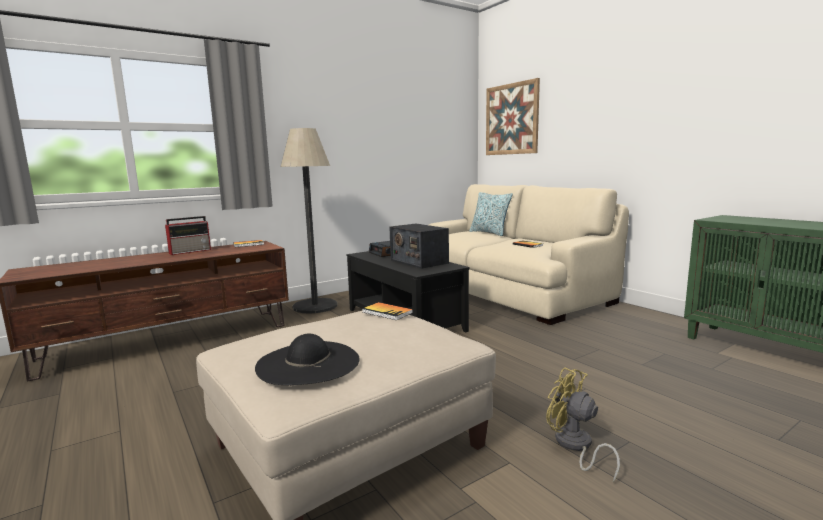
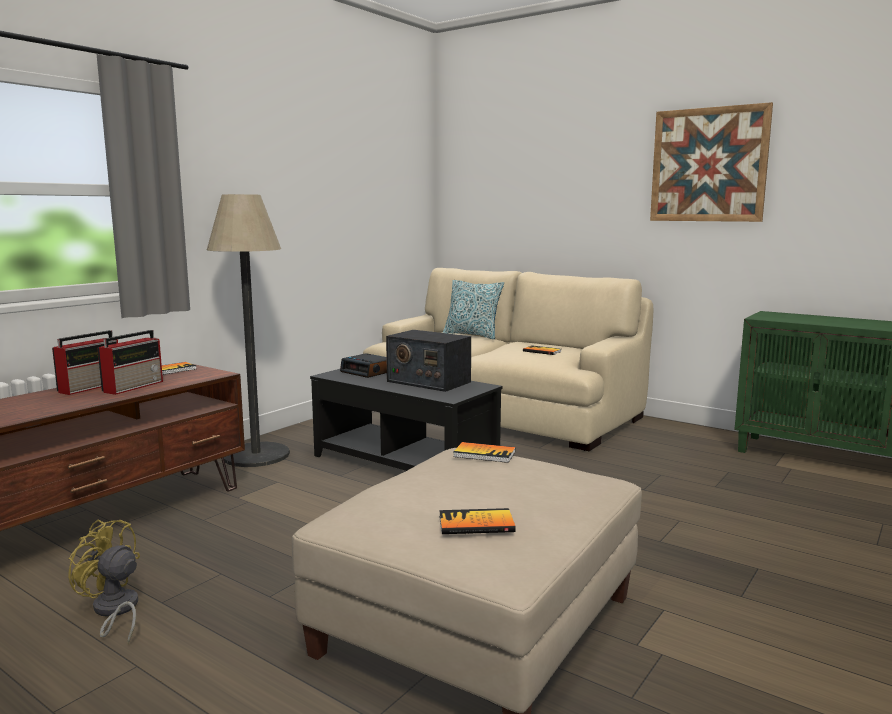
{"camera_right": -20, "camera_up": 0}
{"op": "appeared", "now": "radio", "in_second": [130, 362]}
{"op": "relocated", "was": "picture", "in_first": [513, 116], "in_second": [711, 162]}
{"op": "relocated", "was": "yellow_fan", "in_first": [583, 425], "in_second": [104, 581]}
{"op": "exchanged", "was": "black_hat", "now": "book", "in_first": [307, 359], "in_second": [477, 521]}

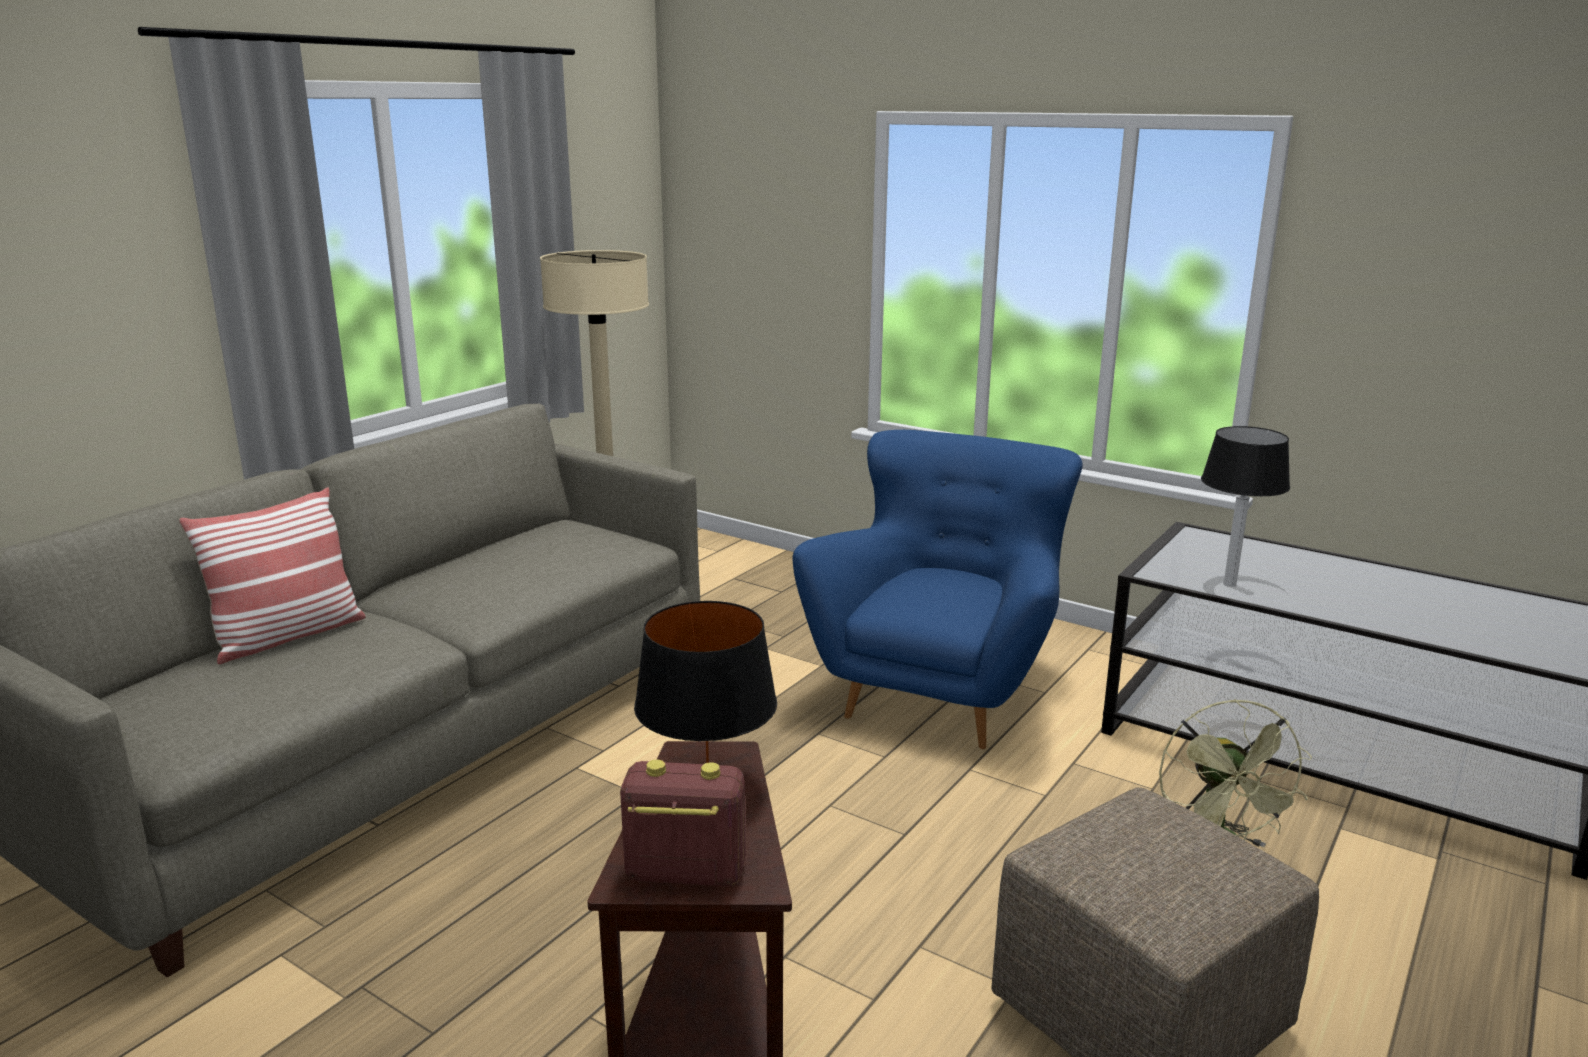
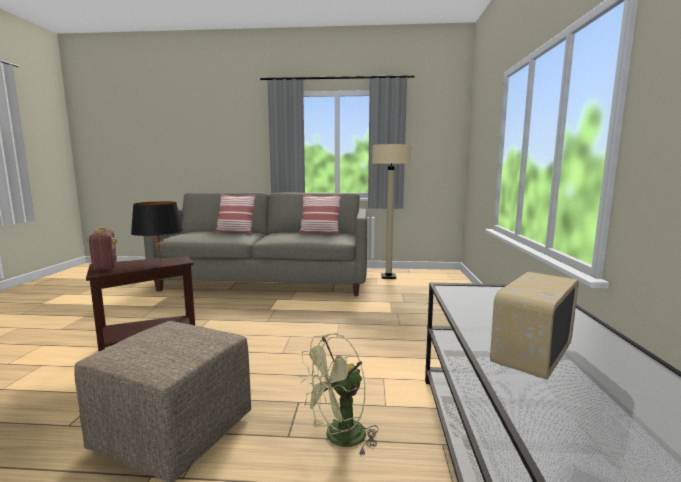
{"camera_right": 60, "camera_up": -10}
{"op": "missing", "was": "blue_armchair", "in_first": [938, 589]}
{"op": "missing", "was": "table_lamp", "in_first": [1245, 506]}
{"op": "appeared", "now": "pillow", "in_second": [320, 214]}
{"op": "appeared", "now": "radio", "in_second": [534, 326]}

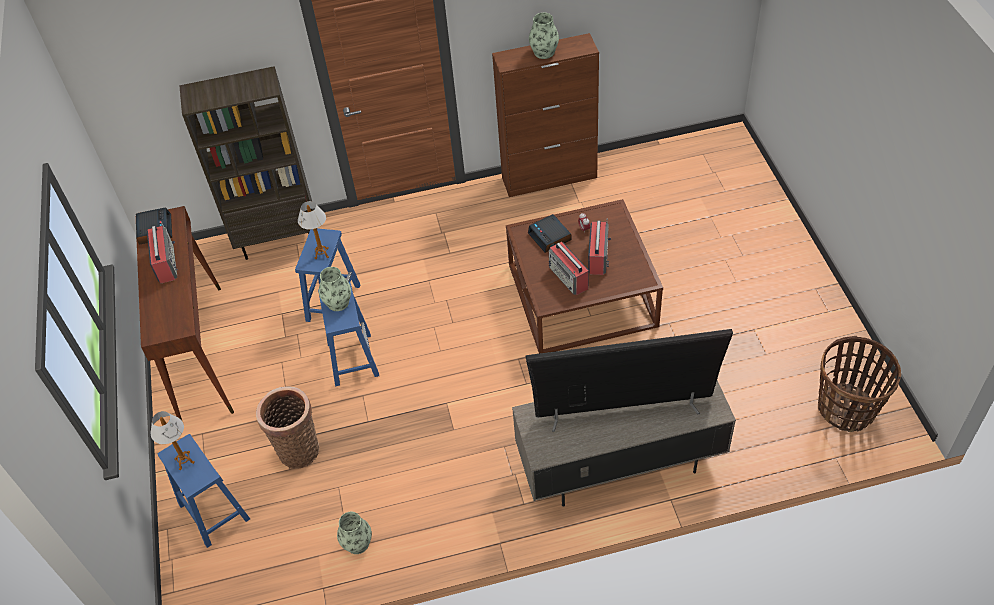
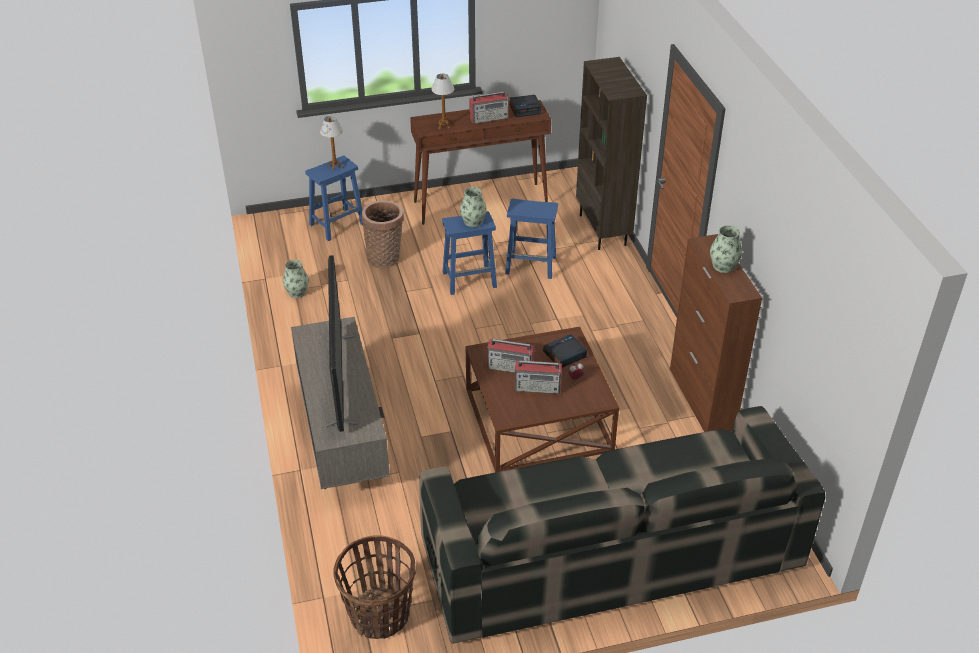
{"camera_right": 85, "camera_up": -10}
{"op": "appeared", "now": "sofa", "in_second": [622, 525]}
{"op": "relocated", "was": "table_lamp", "in_first": [313, 230], "in_second": [442, 101]}
{"op": "spun", "was": "radio", "in_first": [568, 268], "in_second": [511, 356], "clockwise": -135}

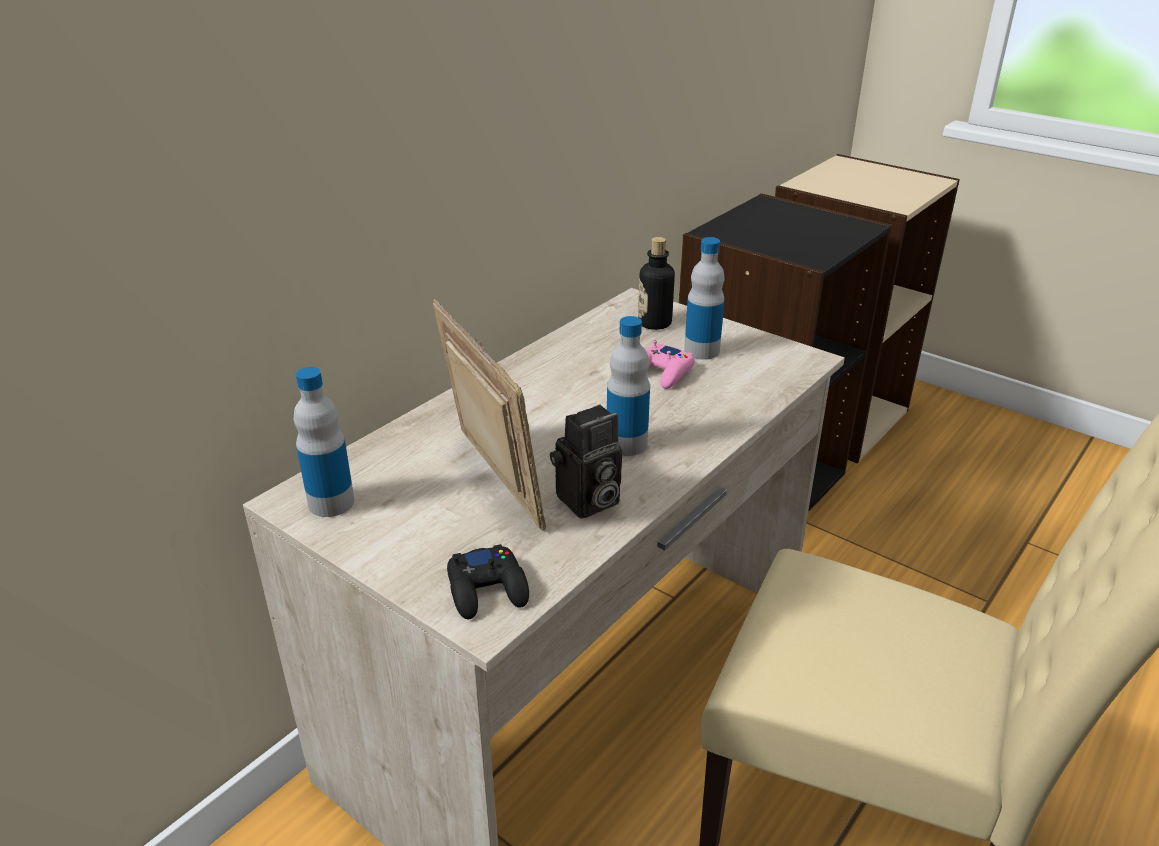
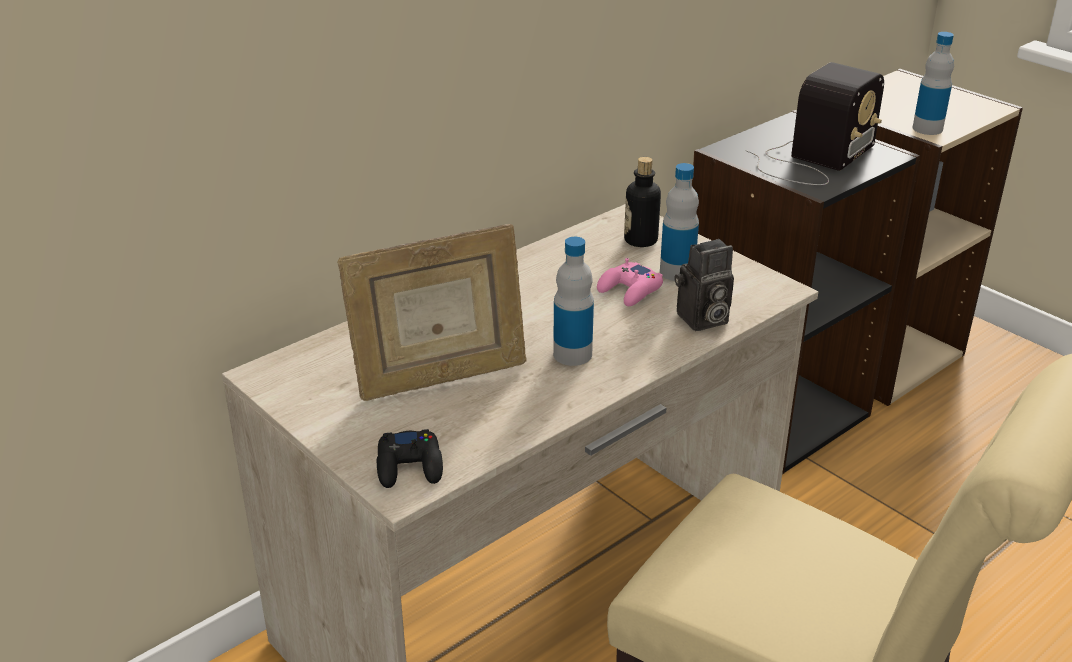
{"camera_right": 10, "camera_up": 0}
{"op": "appeared", "now": "radio", "in_second": [815, 123]}
{"op": "relocated", "was": "bottle", "in_first": [324, 442], "in_second": [933, 83]}
{"op": "relocated", "was": "photo_camera", "in_first": [586, 461], "in_second": [704, 285]}
{"op": "spun", "was": "picture_frame", "in_first": [489, 415], "in_second": [431, 312], "clockwise": 90}

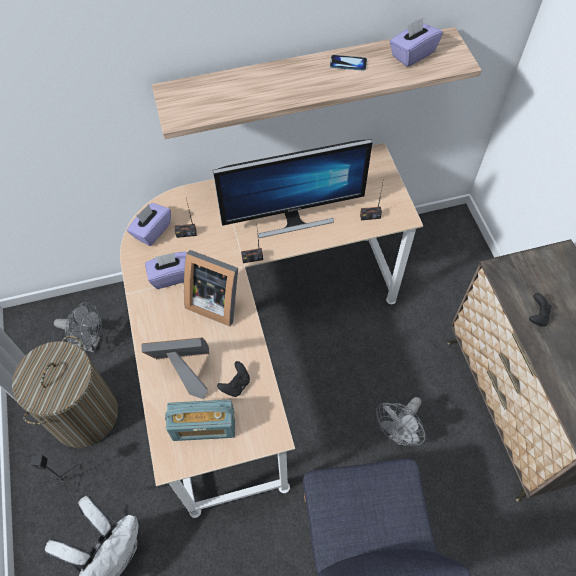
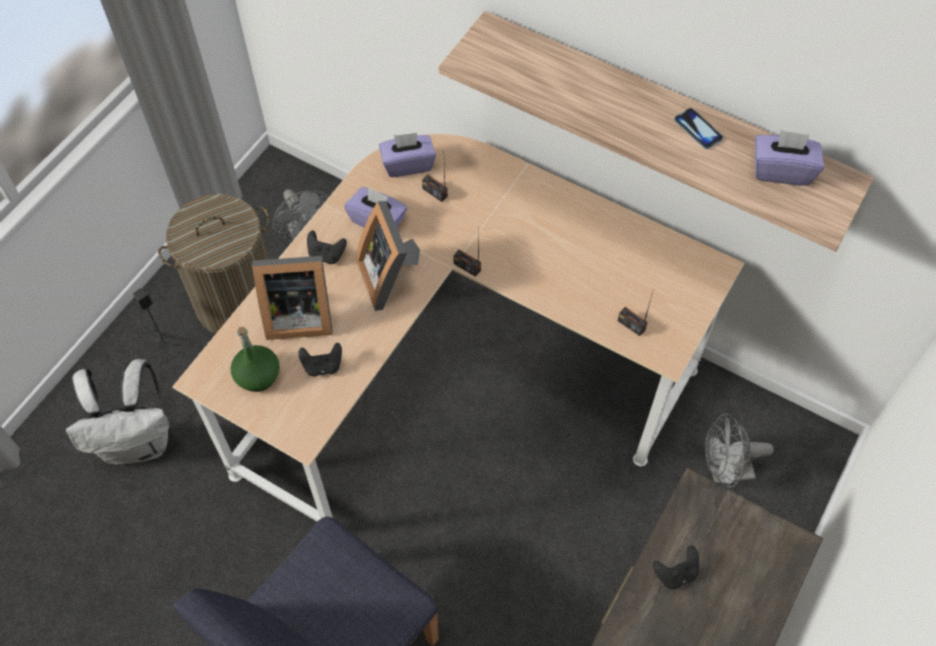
{"camera_right": 45, "camera_up": 0}
{"op": "missing", "was": "monitor", "in_first": [292, 188]}
{"op": "appeared", "now": "black_game_controller", "in_second": [327, 247]}
{"op": "relocated", "was": "grey_fan", "in_first": [401, 421], "in_second": [739, 450]}
{"op": "exchanged", "was": "radio", "now": "green_bottle", "in_first": [200, 420], "in_second": [255, 359]}
{"op": "spun", "was": "picture_frame", "in_first": [175, 368], "in_second": [292, 298], "clockwise": 135}

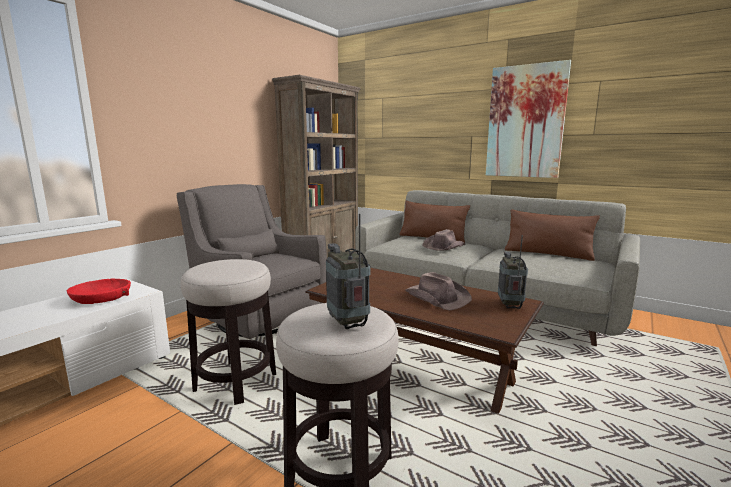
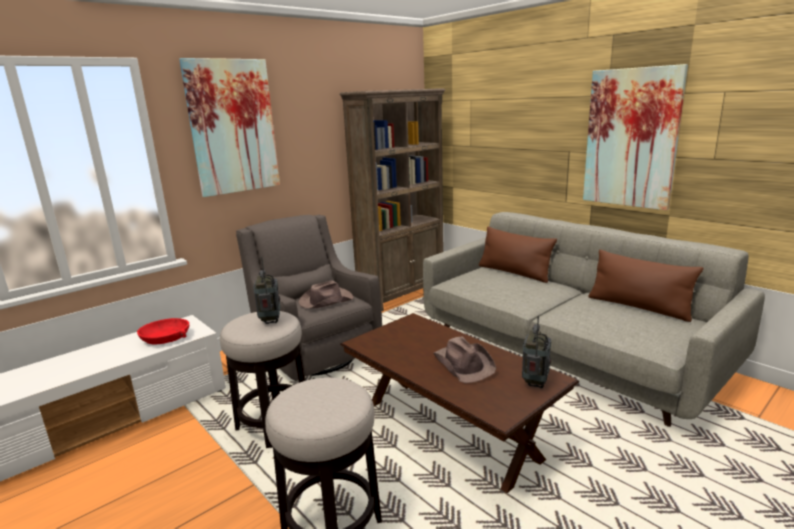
{"camera_right": 15, "camera_up": 5}
{"op": "appeared", "now": "picture", "in_second": [229, 127]}
{"op": "relocated", "was": "radio", "in_first": [348, 271], "in_second": [266, 290]}
{"op": "relocated", "was": "brown_hat", "in_first": [444, 240], "in_second": [326, 294]}

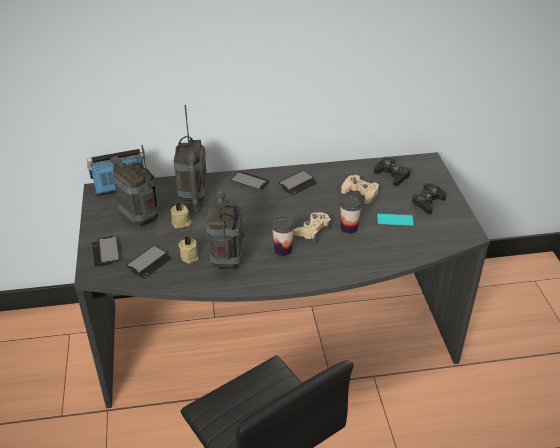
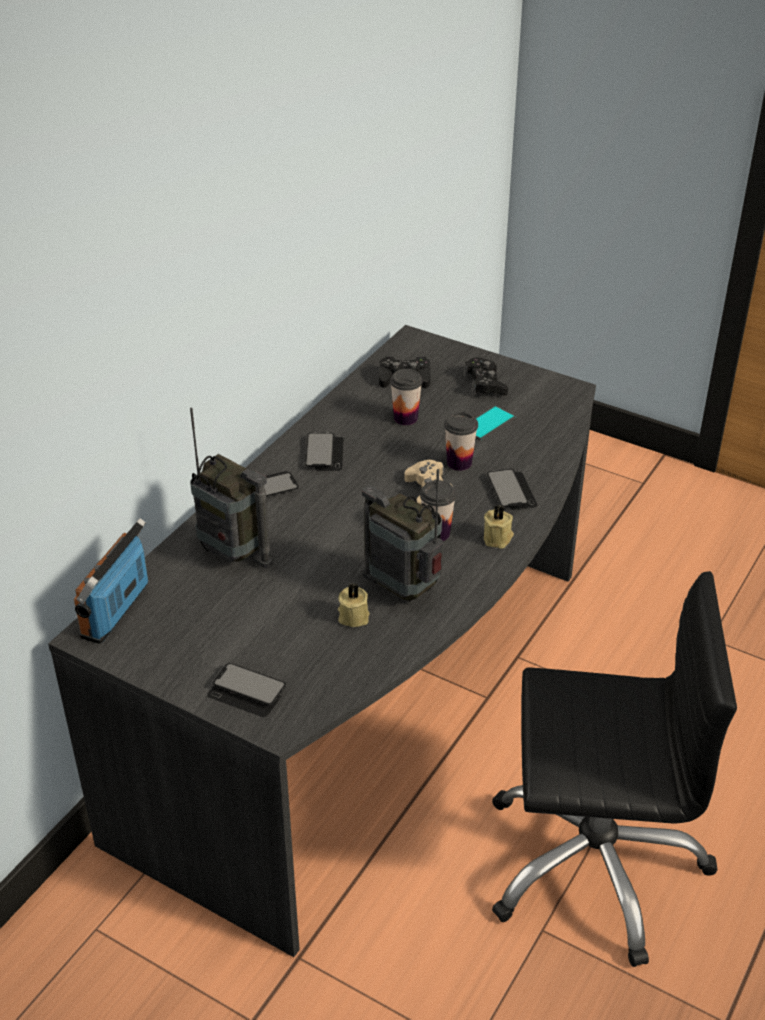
{"camera_right": -50, "camera_up": 0}
{"op": "missing", "was": "radio", "in_first": [134, 186]}
{"op": "relocated", "was": "phone", "in_first": [149, 262], "in_second": [512, 489]}
{"op": "relocated", "was": "beige_candle", "in_first": [180, 215], "in_second": [499, 527]}
{"op": "exchanged", "was": "beige_game_controller", "now": "cup", "in_first": [360, 189], "in_second": [406, 397]}

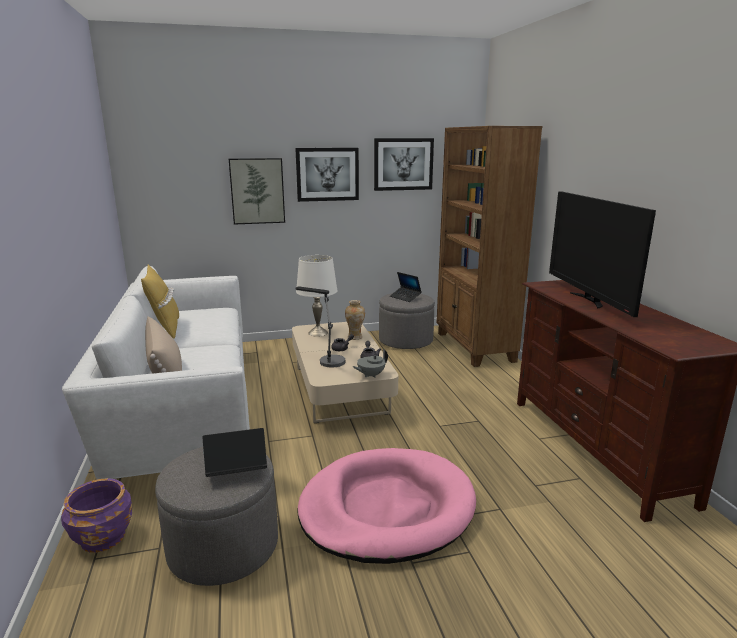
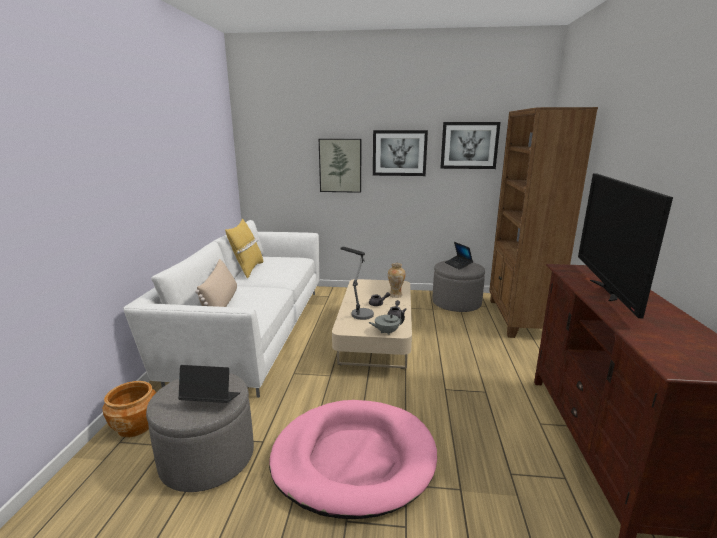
{"camera_right": 20, "camera_up": 0}
{"op": "missing", "was": "white_table_lamp", "in_first": [317, 296]}
{"op": "colour", "was": "purple_planter", "now": "brown_planter", "in_first": [96, 515], "in_second": [129, 409]}

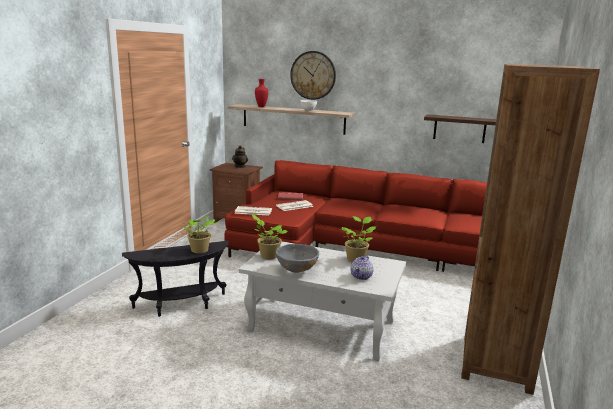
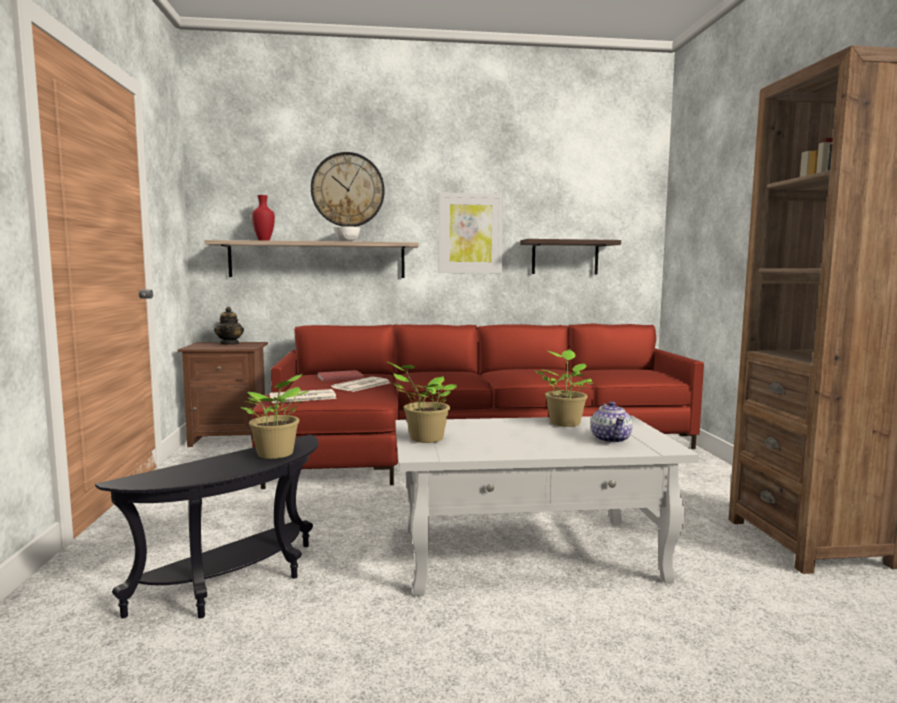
{"camera_right": -25, "camera_up": -10}
{"op": "missing", "was": "grey_bowl", "in_first": [297, 258]}
{"op": "appeared", "now": "picture", "in_second": [470, 232]}

